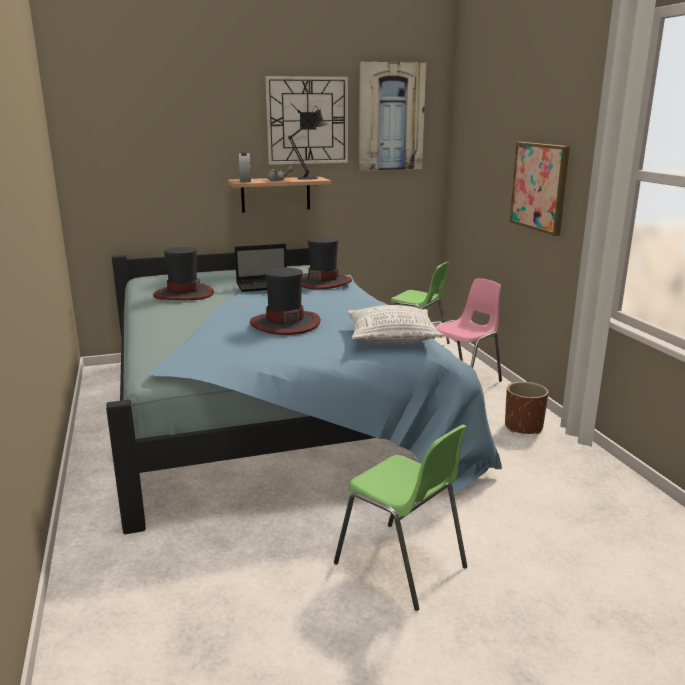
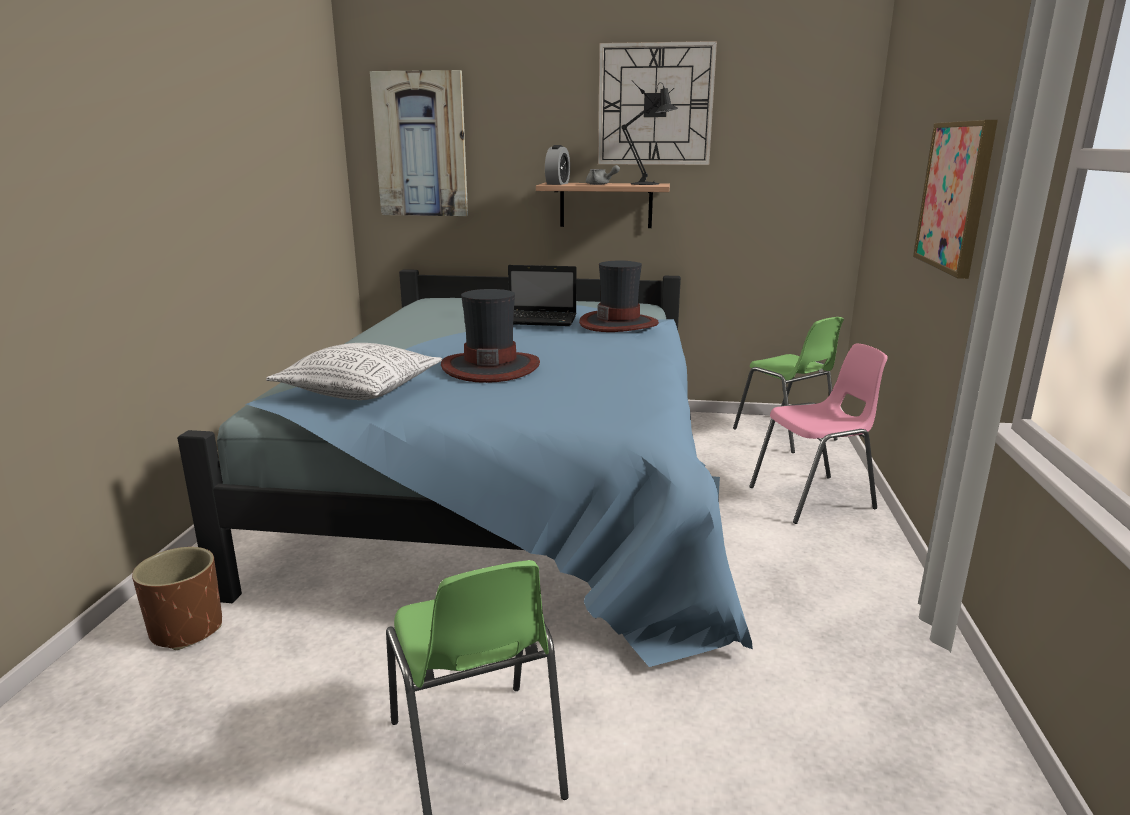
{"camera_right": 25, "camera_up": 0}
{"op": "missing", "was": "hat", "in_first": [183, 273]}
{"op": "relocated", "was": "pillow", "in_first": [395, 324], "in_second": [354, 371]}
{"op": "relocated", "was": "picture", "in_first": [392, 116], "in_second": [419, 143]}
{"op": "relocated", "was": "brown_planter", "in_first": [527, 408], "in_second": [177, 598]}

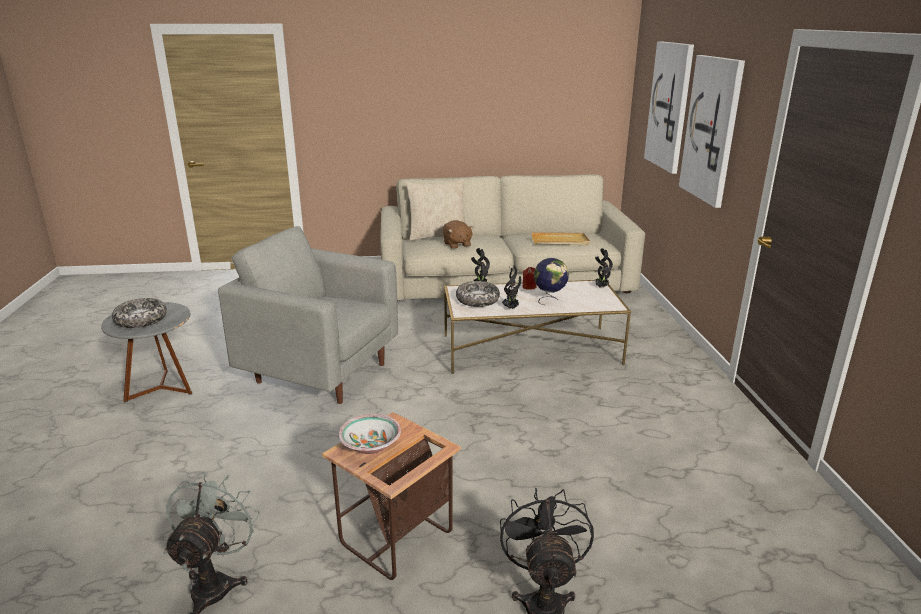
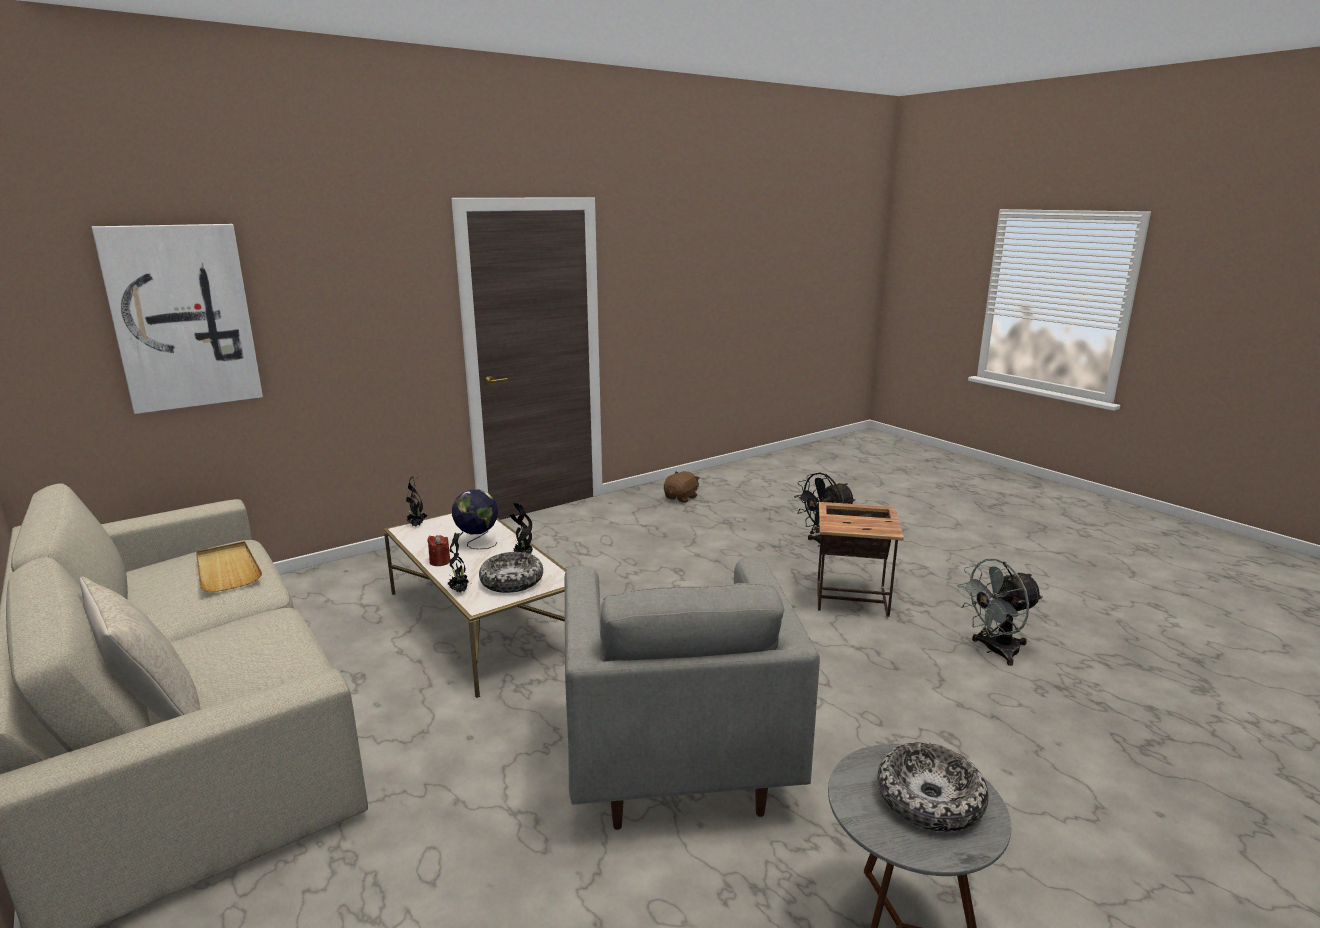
{"camera_right": -120, "camera_up": -5}
{"op": "missing", "was": "bowl", "in_first": [369, 434]}
{"op": "missing", "was": "picture", "in_first": [712, 131]}
{"op": "relocated", "was": "brown_plush_toy", "in_first": [458, 234], "in_second": [682, 487]}

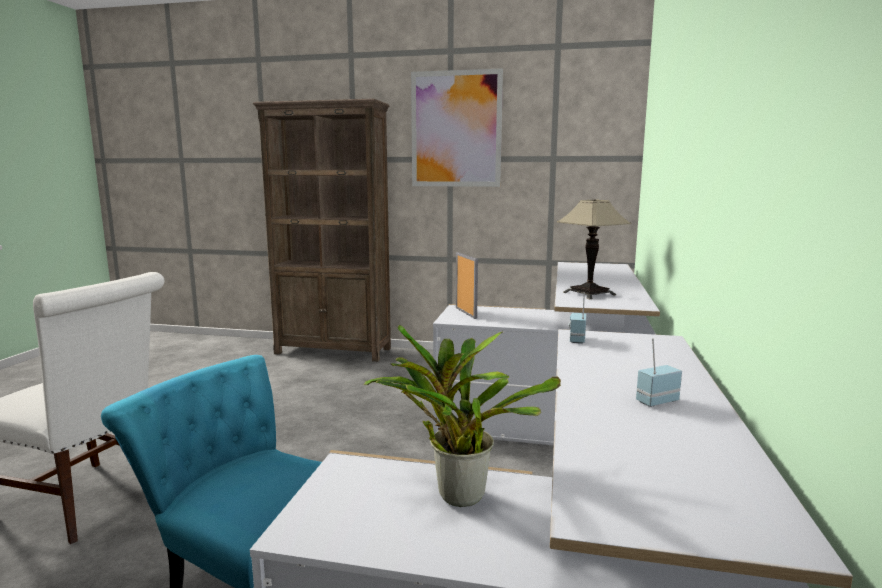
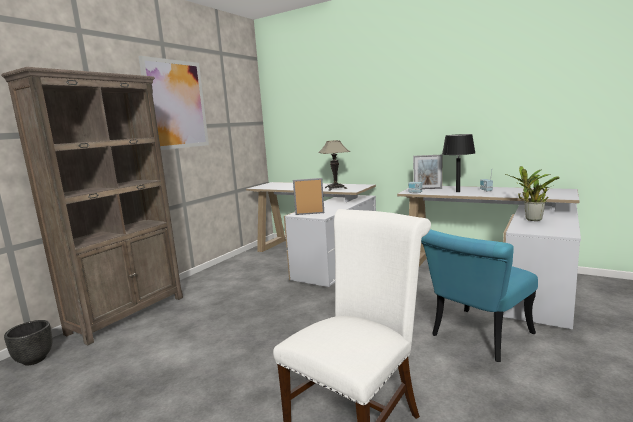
{"camera_right": -70, "camera_up": 0}
{"op": "appeared", "now": "black_planter", "in_second": [28, 343]}
{"op": "appeared", "now": "picture_frame", "in_second": [427, 172]}
{"op": "appeared", "now": "black_table_lamp", "in_second": [458, 163]}

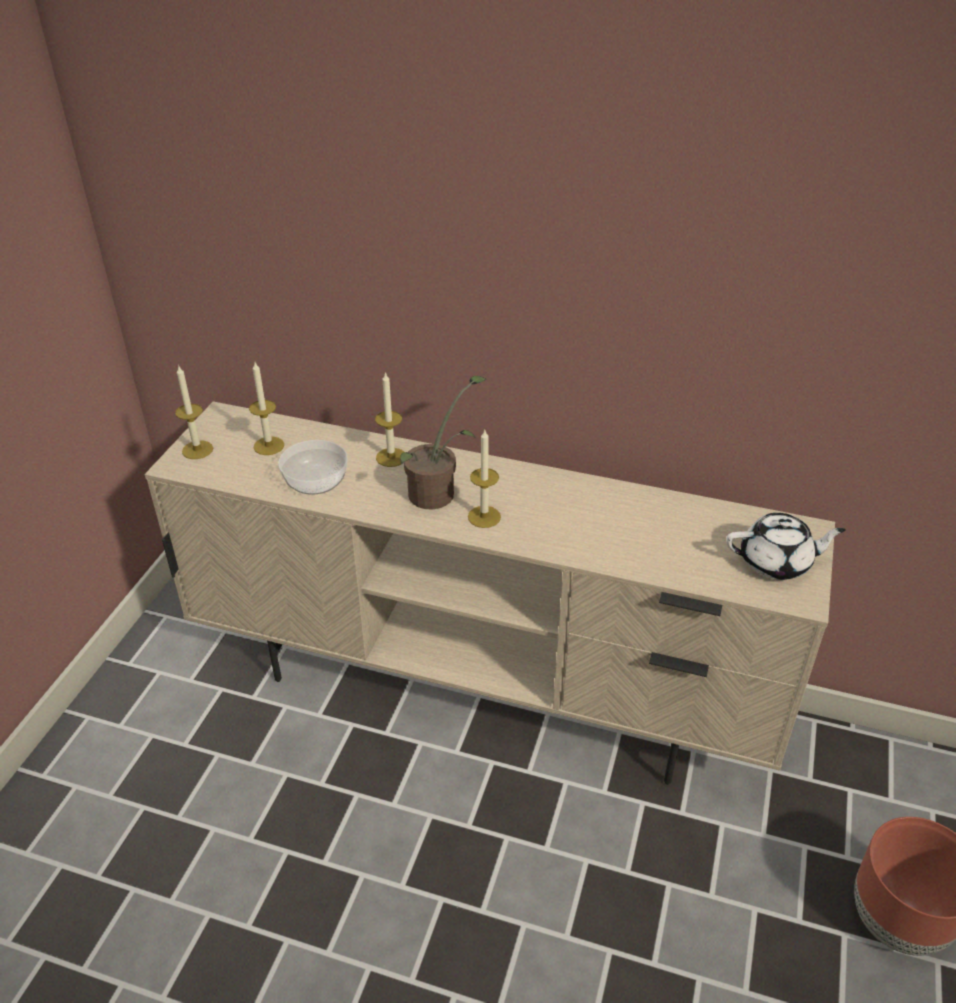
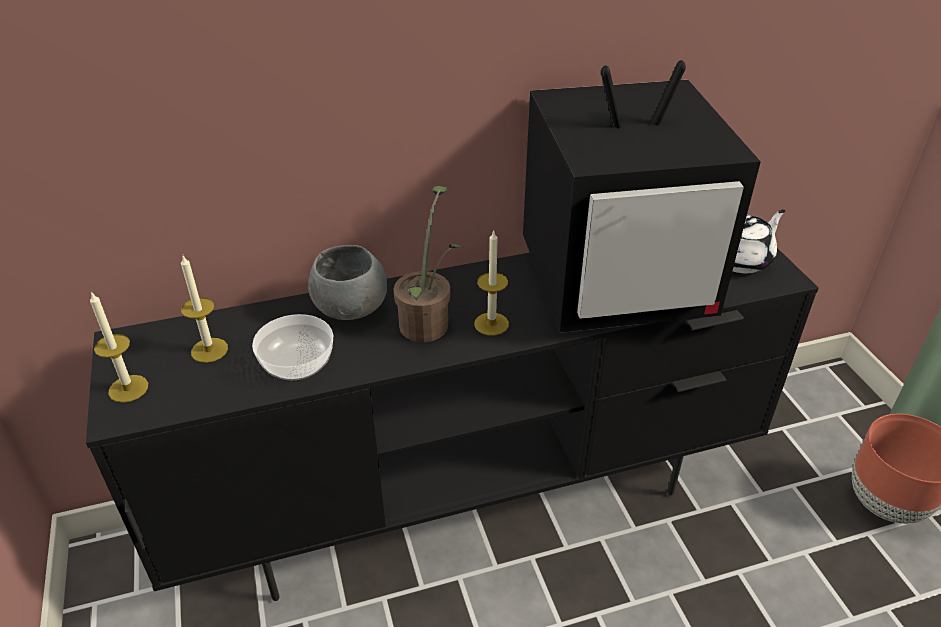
{"camera_right": -35, "camera_up": 0}
{"op": "appeared", "now": "television", "in_second": [642, 196]}
{"op": "exchanged", "was": "candle", "now": "grey_bowl", "in_first": [389, 419], "in_second": [347, 282]}
{"op": "colour", "was": "beige_tv_stand", "now": "black_tv_stand", "in_first": [490, 593], "in_second": [452, 424]}

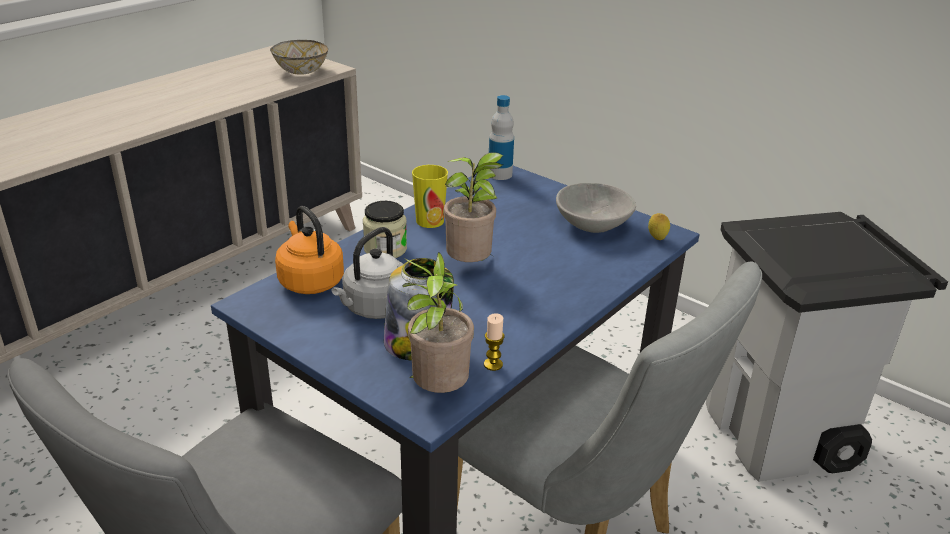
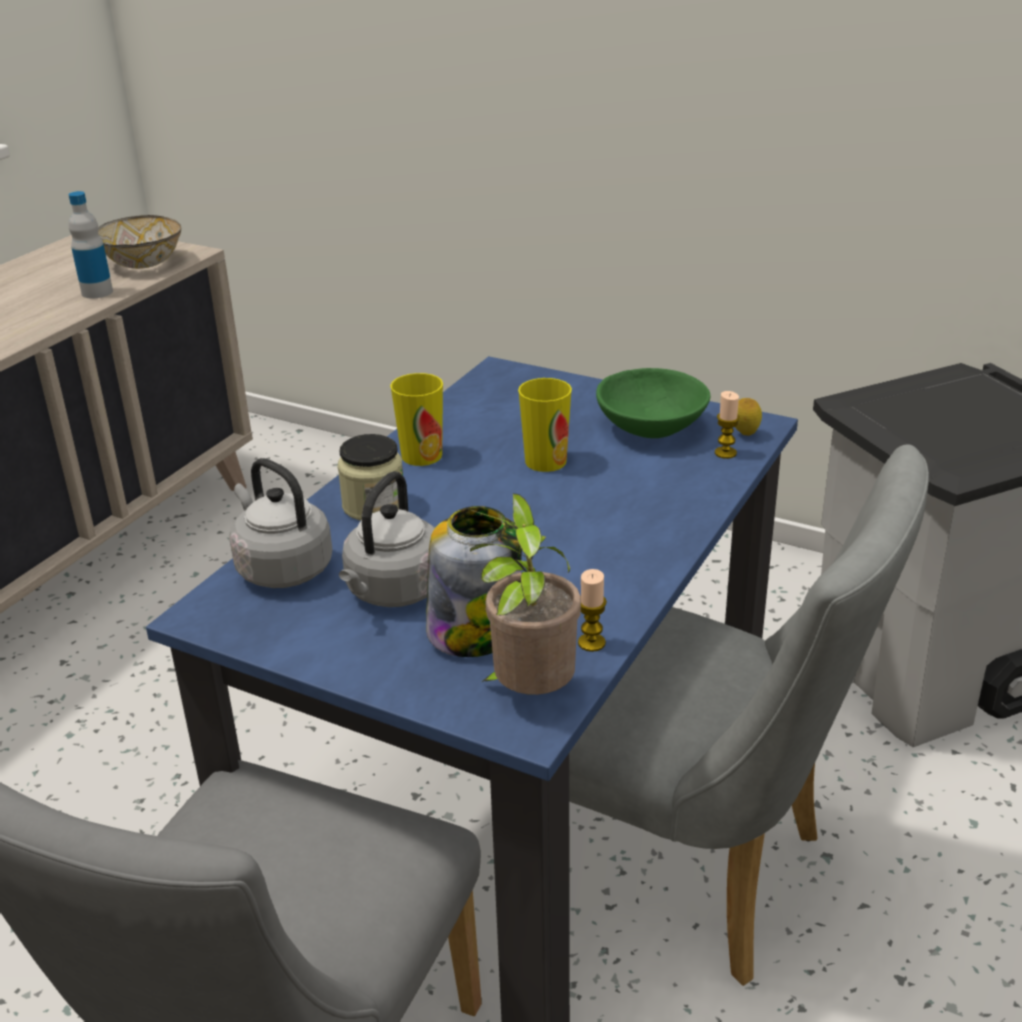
{"camera_right": -10, "camera_up": 0}
{"op": "missing", "was": "potted_plant", "in_first": [473, 207]}
{"op": "appeared", "now": "cup", "in_second": [545, 425]}
{"op": "appeared", "now": "candle", "in_second": [727, 425]}
{"op": "relocated", "was": "bottle", "in_first": [501, 137], "in_second": [90, 244]}
{"op": "colour", "was": "orange_kettle", "now": "grey_kettle", "in_first": [309, 250], "in_second": [280, 523]}
{"op": "colour", "was": "grey_bowl", "now": "green_bowl", "in_first": [596, 208], "in_second": [653, 403]}

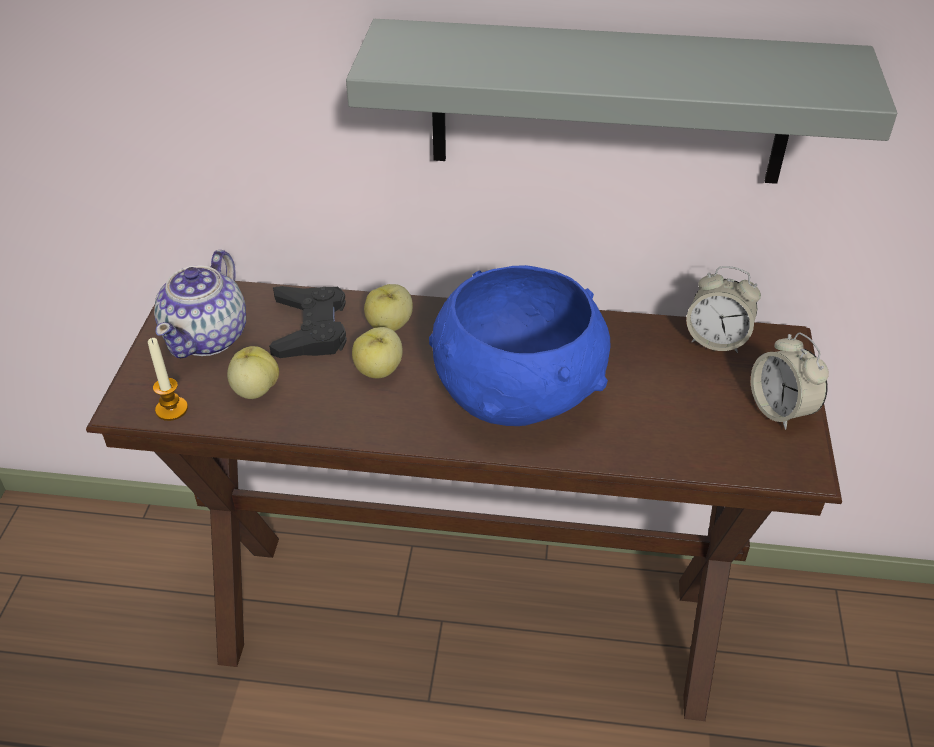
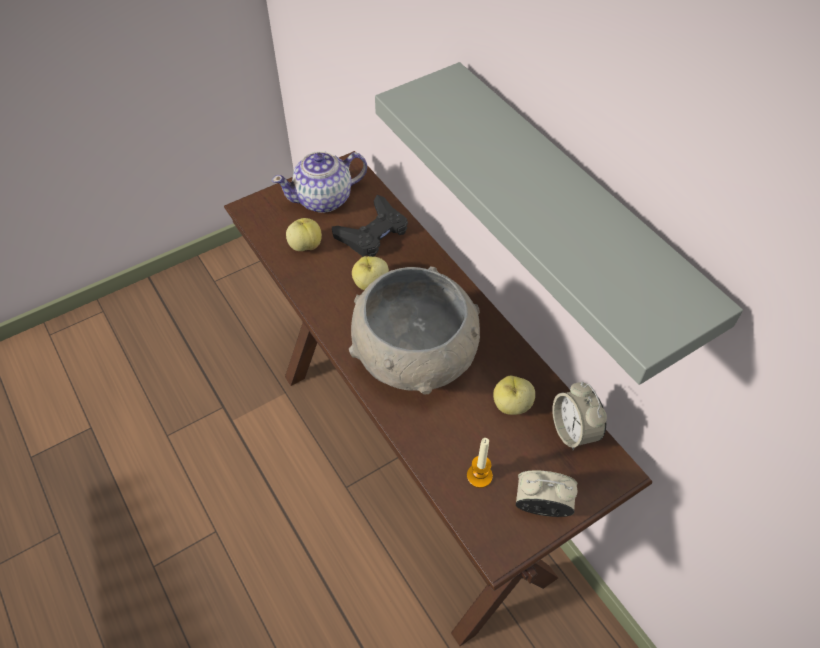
{"camera_right": 50, "camera_up": 10}
{"op": "relocated", "was": "candle", "in_first": [168, 379], "in_second": [480, 463]}
{"op": "relocated", "was": "apple", "in_first": [388, 307], "in_second": [514, 395]}
{"op": "colour", "was": "blue_bowl", "now": "grey_bowl", "in_first": [519, 345], "in_second": [414, 331]}
{"op": "spun", "was": "alarm_clock", "in_first": [790, 381], "in_second": [546, 493], "clockwise": 75}

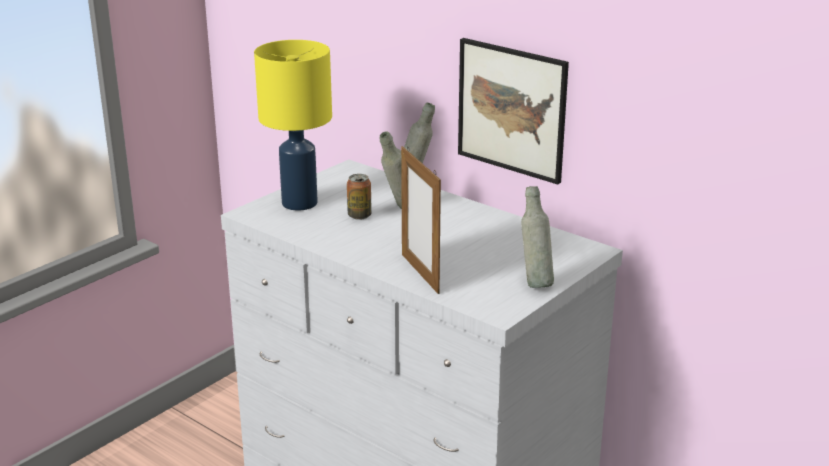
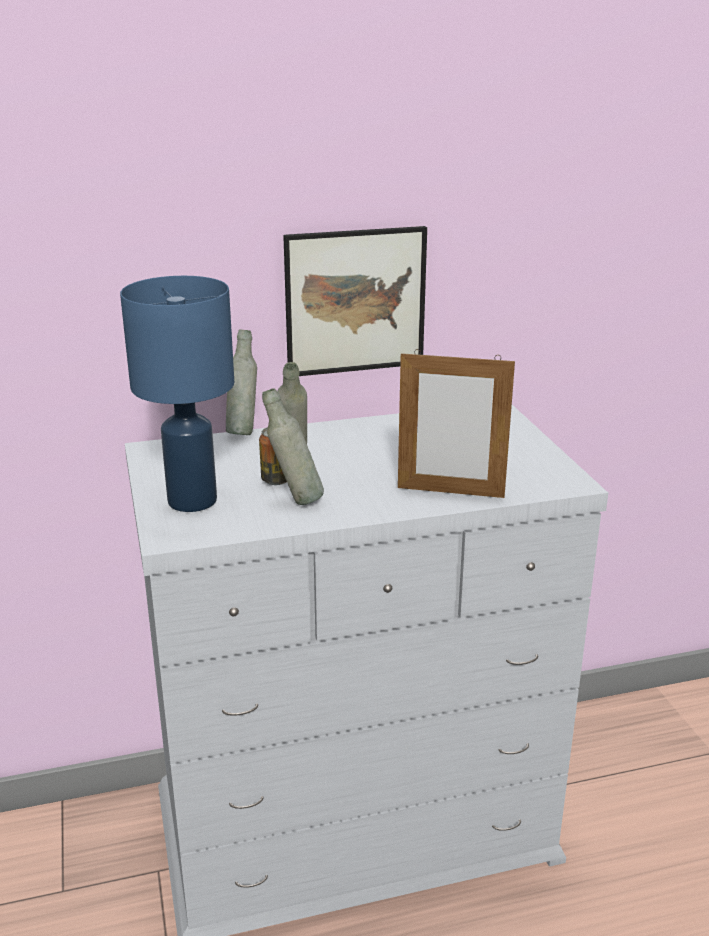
{"camera_right": -55, "camera_up": 0}
{"op": "relocated", "was": "grey_bottle", "in_first": [537, 237], "in_second": [293, 446]}
{"op": "colour", "was": "yellow_table_lamp", "now": "blue_table_lamp", "in_first": [293, 125], "in_second": [177, 394]}

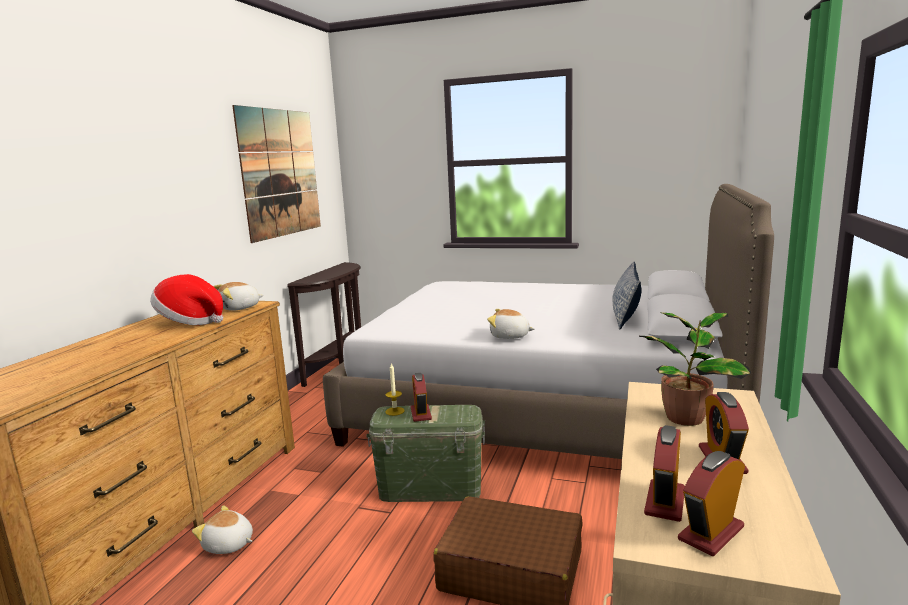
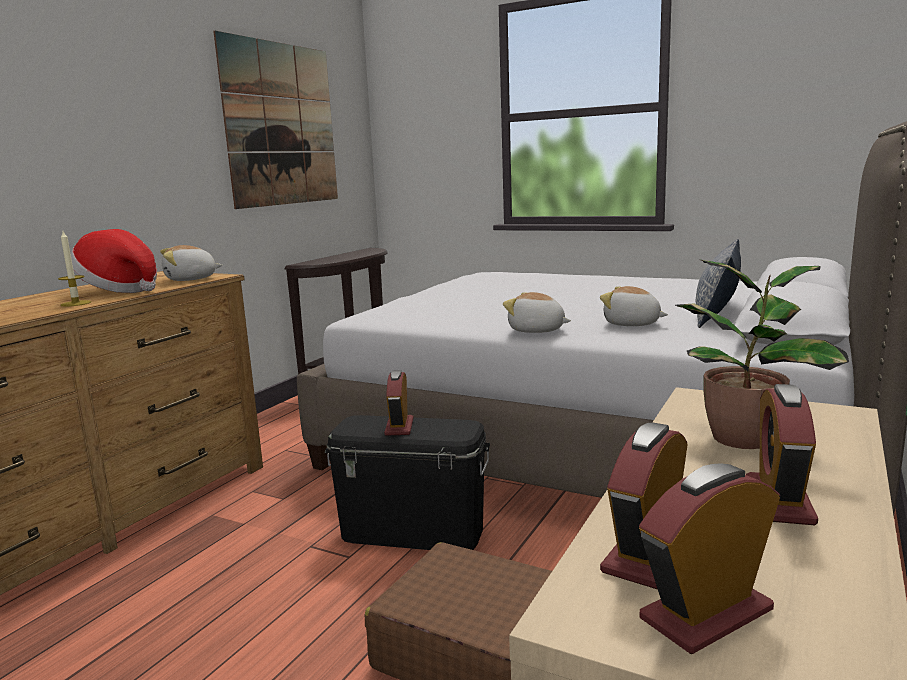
{"camera_right": 10, "camera_up": 0}
{"op": "relocated", "was": "plush_toy", "in_first": [222, 529], "in_second": [634, 306]}
{"op": "relocated", "was": "candle", "in_first": [395, 389], "in_second": [74, 269]}
{"op": "colour", "was": "green_storage_box", "now": "black_storage_box", "in_first": [425, 453], "in_second": [407, 482]}

